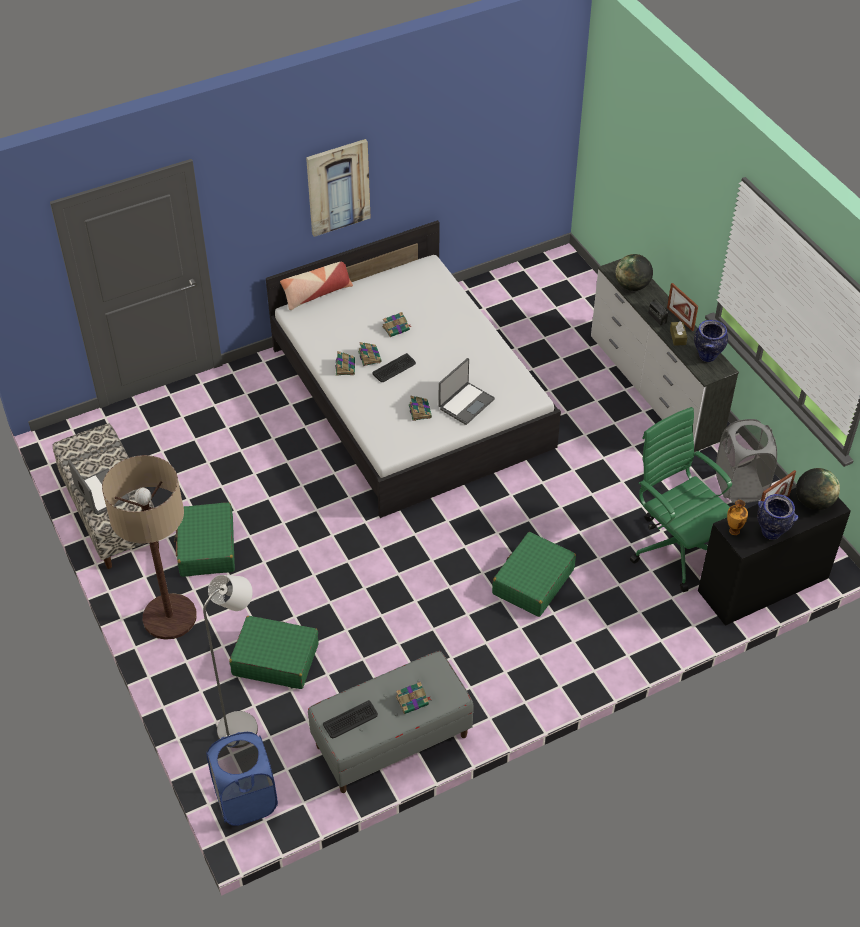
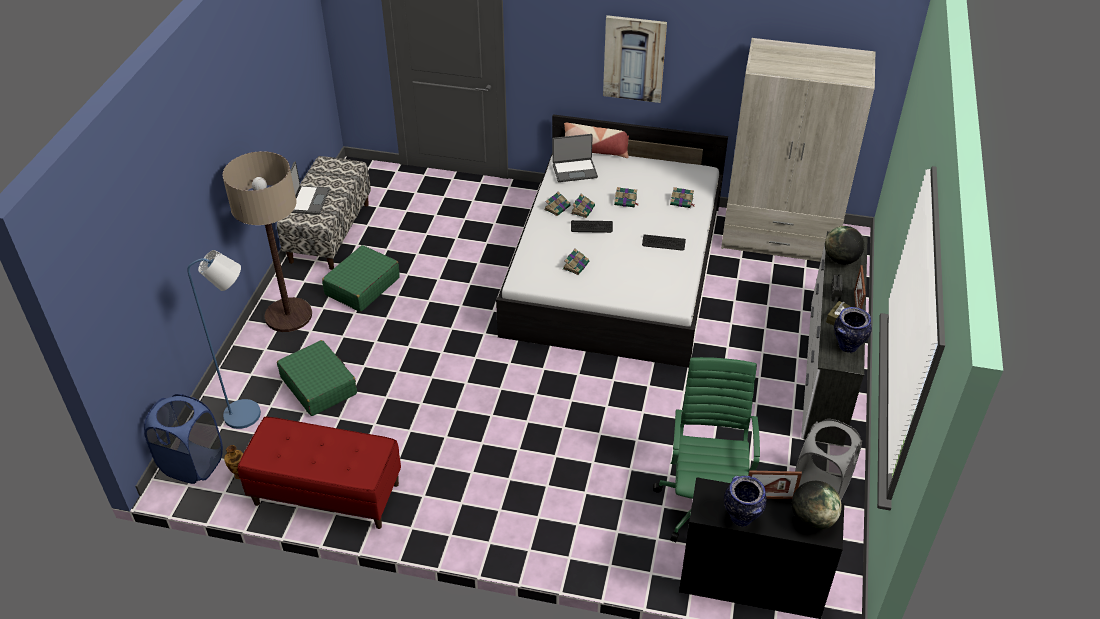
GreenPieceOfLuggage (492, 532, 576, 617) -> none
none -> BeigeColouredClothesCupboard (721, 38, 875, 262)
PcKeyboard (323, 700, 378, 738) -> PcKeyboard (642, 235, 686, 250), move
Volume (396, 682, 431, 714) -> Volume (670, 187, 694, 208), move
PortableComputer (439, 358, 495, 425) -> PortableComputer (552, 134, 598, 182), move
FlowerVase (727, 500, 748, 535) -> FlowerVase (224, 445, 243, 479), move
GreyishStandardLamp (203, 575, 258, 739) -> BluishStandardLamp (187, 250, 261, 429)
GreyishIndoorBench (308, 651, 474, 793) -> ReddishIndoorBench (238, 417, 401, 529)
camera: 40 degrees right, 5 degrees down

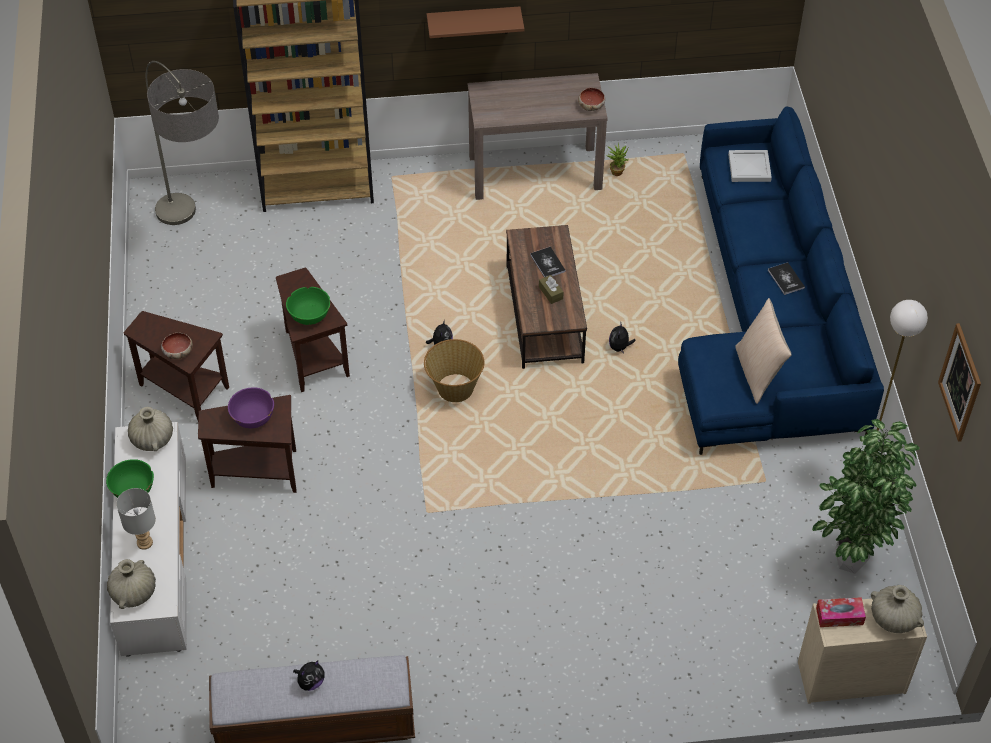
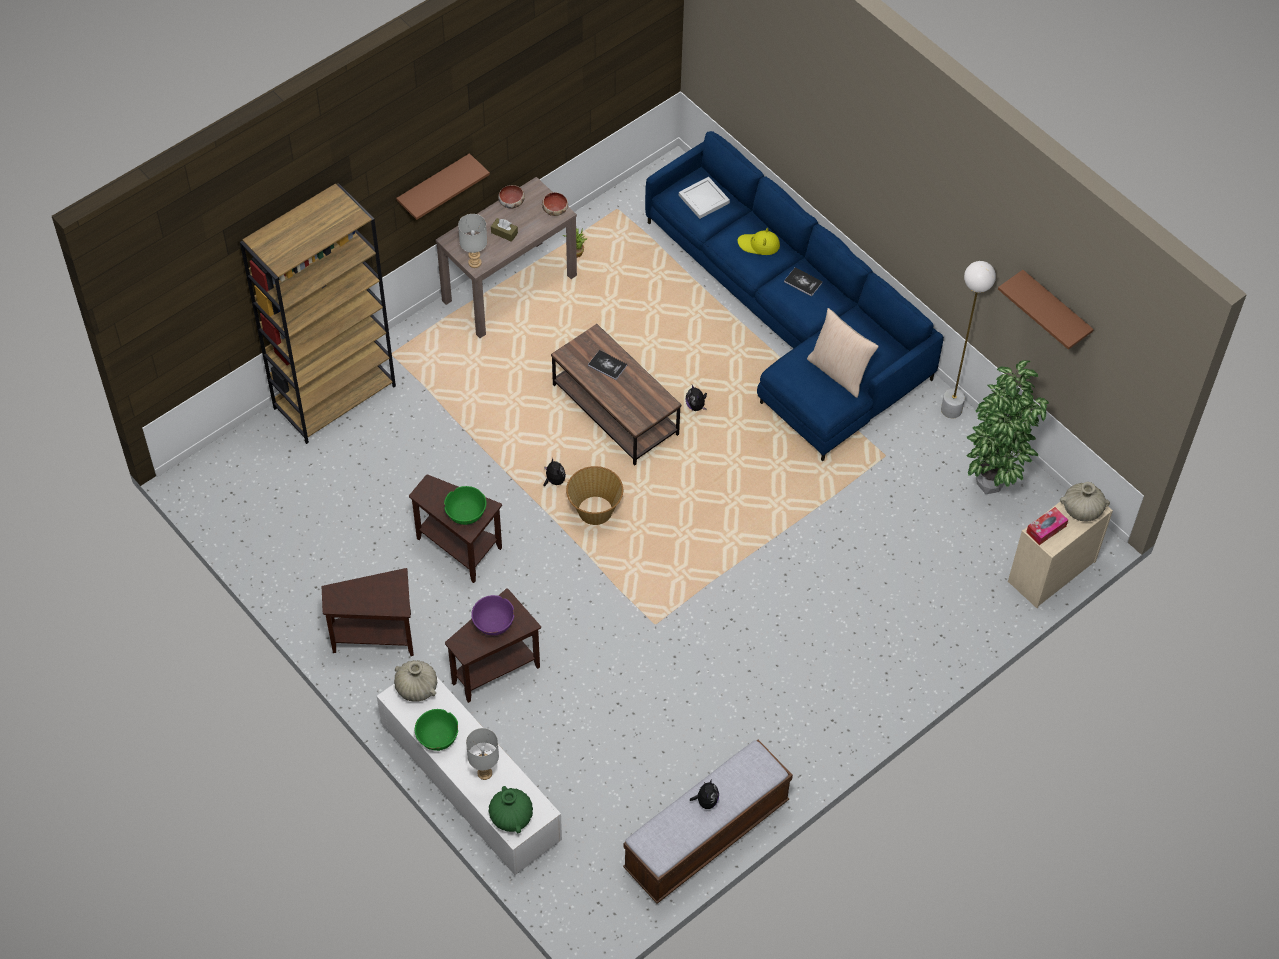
StandardLamp (146, 61, 219, 225) -> none
none -> GreyishLampForATable (458, 214, 487, 268)
none -> YellowColouredWearableHat (738, 228, 780, 255)
ServingBowl (161, 333, 193, 359) -> ServingBowl (498, 185, 525, 208), move
BrownBoxOfTissues (539, 275, 564, 304) -> BrownBoxOfTissues (491, 218, 518, 242), move
Picture (938, 323, 981, 442) -> BrownShelf (998, 270, 1094, 350)
BeigeColouredFlowerVase (107, 559, 156, 609) -> GreenFlowerVase (489, 786, 533, 833)
camera: 35 degrees left, 5 degrees up

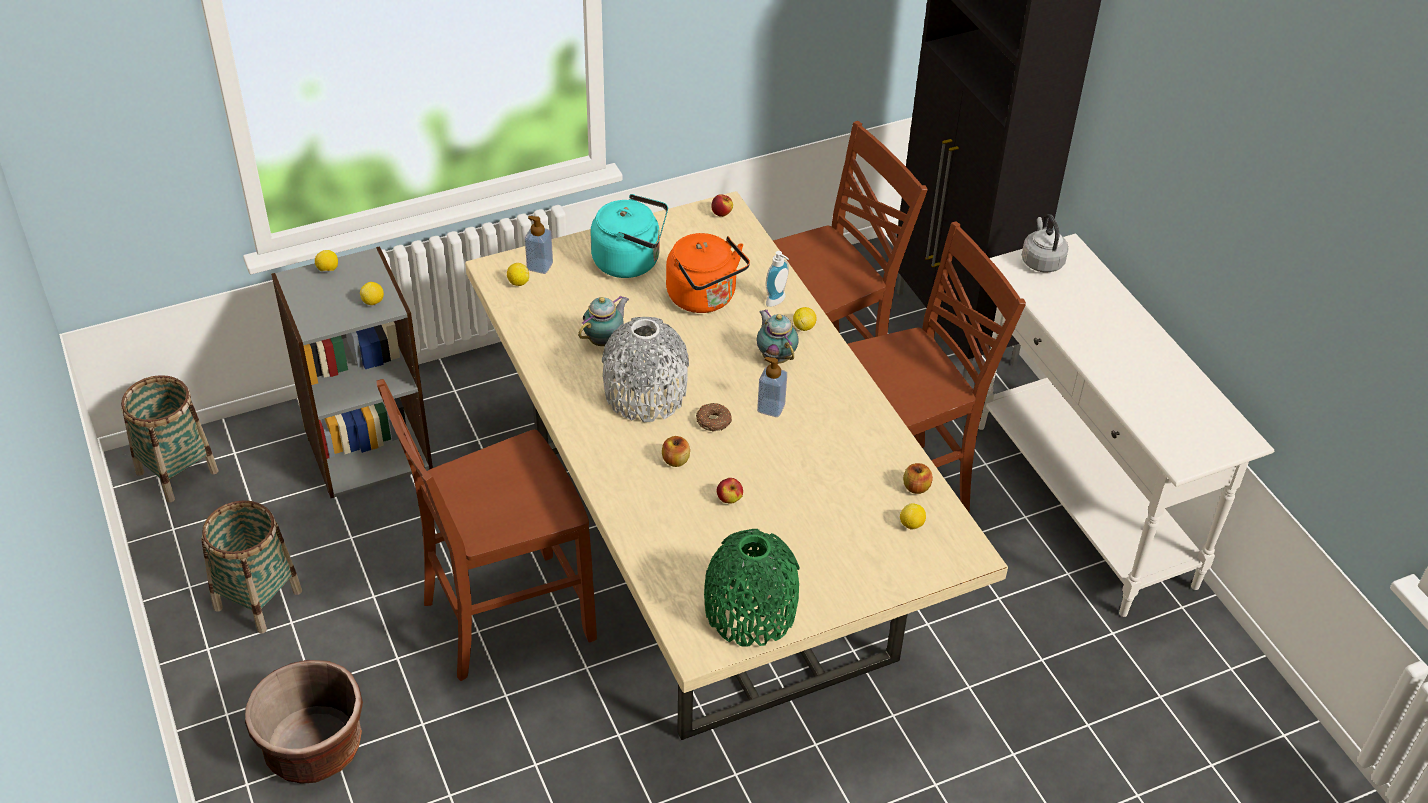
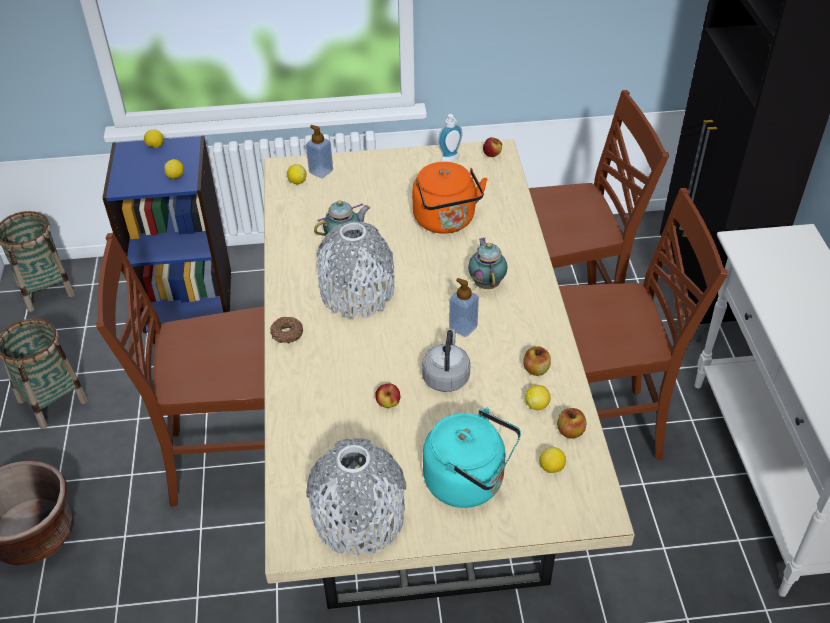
BlueGreenTeaKettle (591, 194, 668, 278) -> BlueGreenTeaKettle (423, 408, 521, 508), move
AppleFruit (662, 436, 690, 467) -> AppleFruit (524, 346, 551, 376), move
Donut (696, 403, 732, 432) -> Donut (270, 317, 303, 343), move
SoapBottle (765, 251, 789, 307) -> SoapBottle (438, 114, 463, 162), move
CitrusFruit (793, 307, 817, 331) -> CitrusFruit (525, 385, 551, 410), move
GreyishTeaKettle (1022, 214, 1068, 272) -> GreyishTeaKettle (422, 329, 470, 392), move
GreyishBookshelf (271, 246, 433, 498) -> BluishBookshelf (102, 136, 231, 333)
GreenFlowerVase (704, 529, 800, 647) -> GreyishFlowerVase (306, 438, 406, 556)
camera: 20 degrees right, 0 degrees up

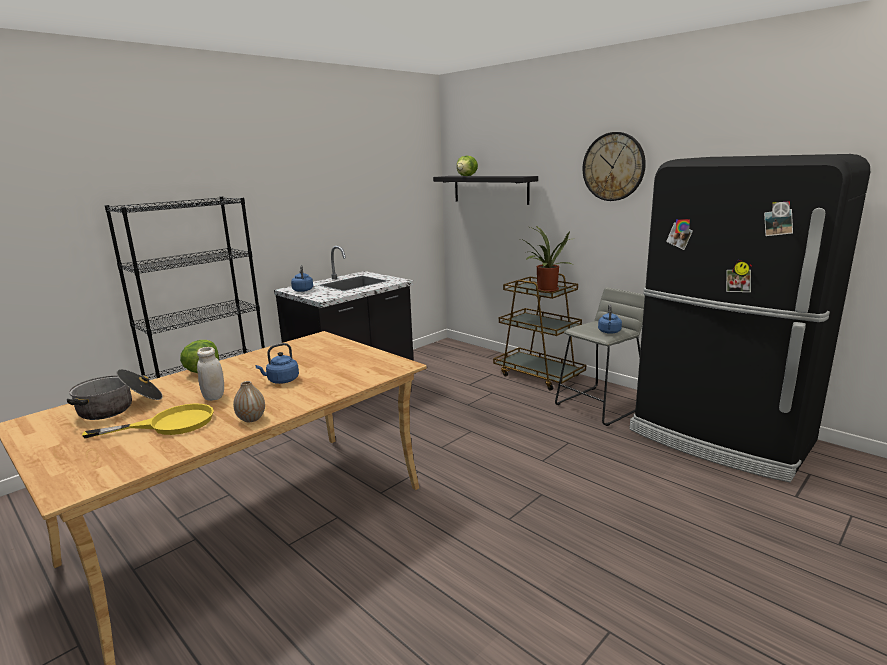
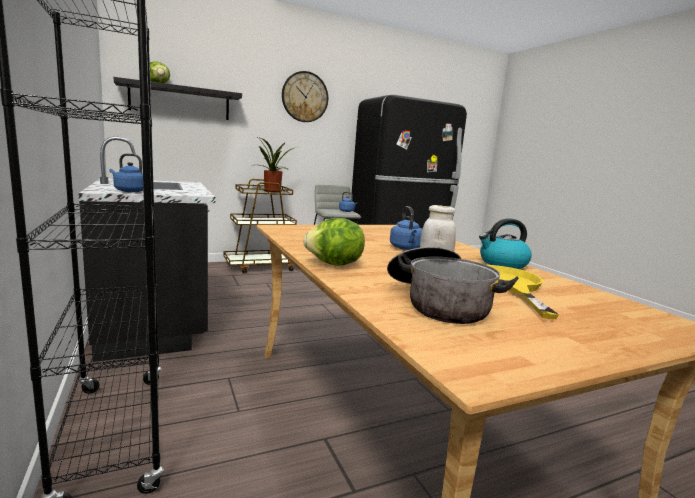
FlowerVase (233, 381, 265, 422) -> TeaKettle (479, 218, 532, 269)
camera: 70 degrees left, 5 degrees down

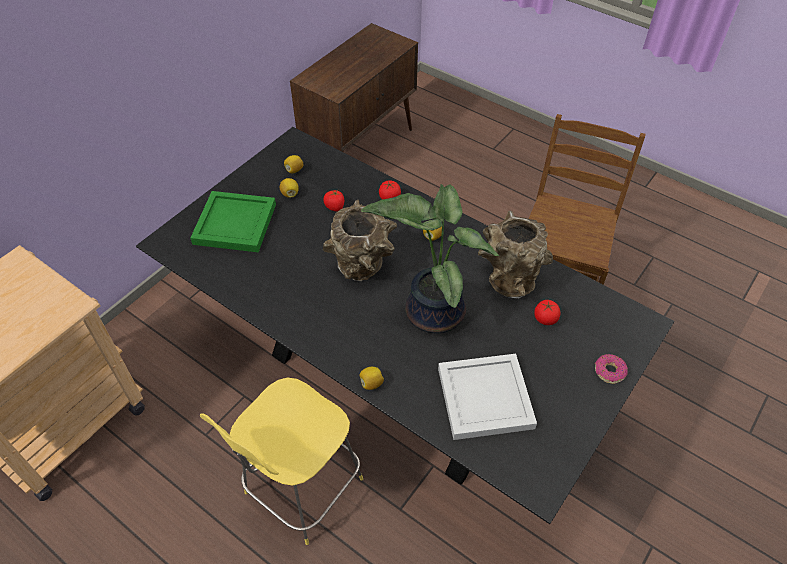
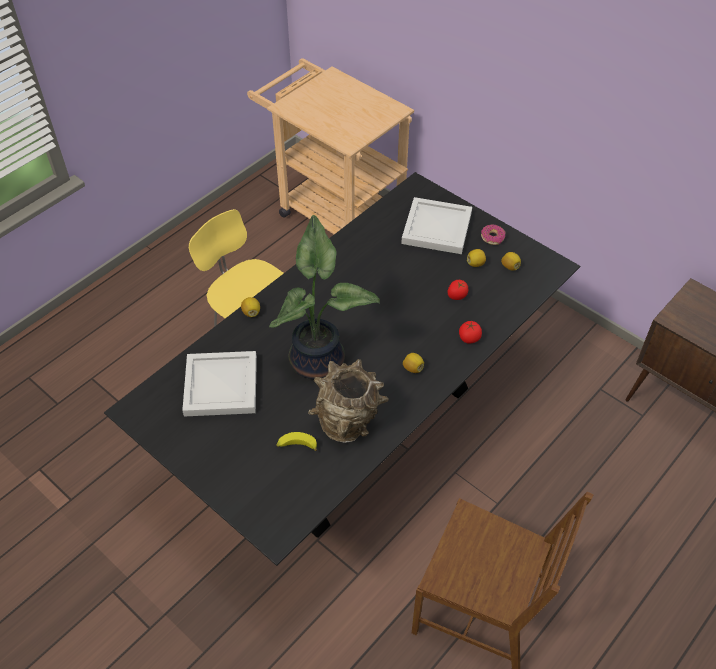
BrownFlowerVase (323, 200, 397, 281) -> none
Donut (595, 354, 628, 384) -> Donut (481, 225, 505, 245), move
Tomato (534, 300, 560, 325) -> BananaFruit (276, 432, 317, 451)
GreenTray (190, 191, 276, 253) -> WhitishTray (401, 197, 472, 254)
camera: 95 degrees right, 0 degrees up

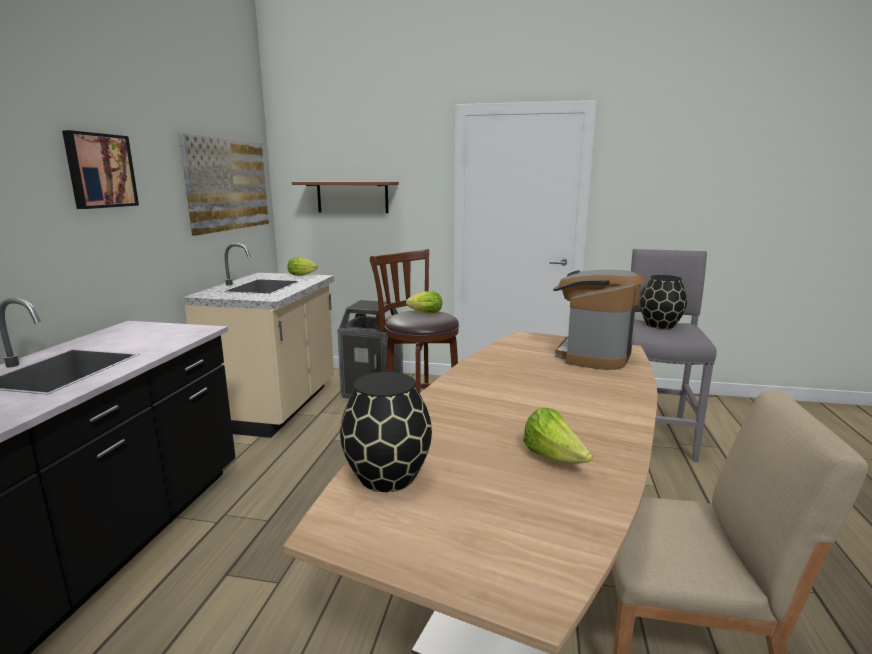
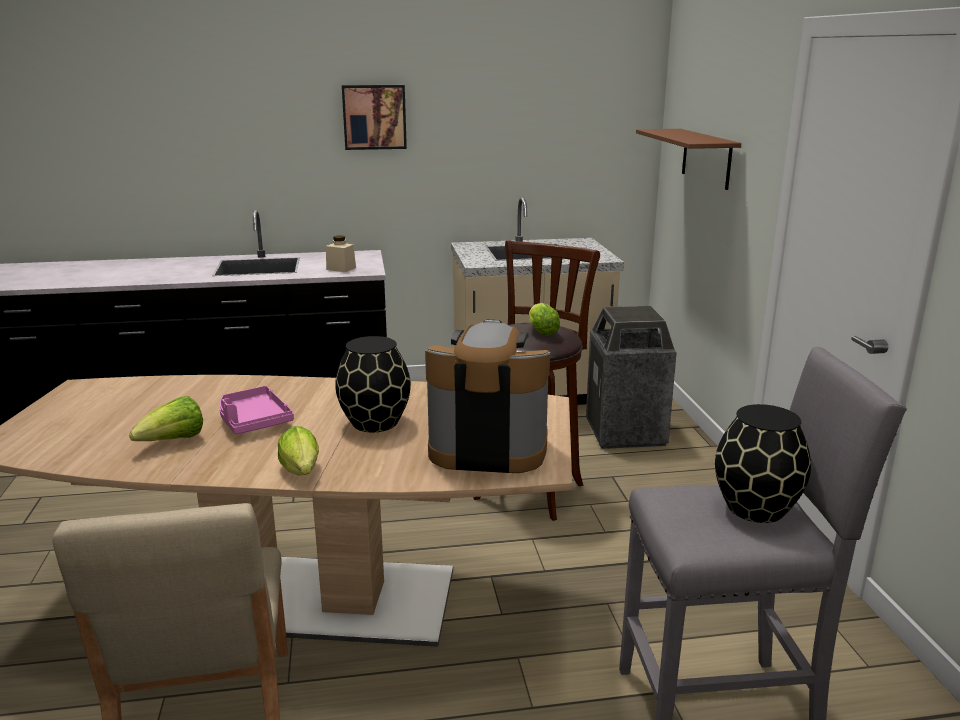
Picture (179, 133, 269, 236) -> none
none -> PinkColouredTray (219, 386, 294, 434)
none -> BeigeColouredStorageJar (326, 235, 356, 272)
LettuceHead (288, 257, 318, 276) -> LettuceHead (278, 426, 319, 475), move
BlackishFlowerVase (340, 372, 432, 492) -> BlackishFlowerVase (335, 336, 411, 432), move
camera: 70 degrees right, 5 degrees up

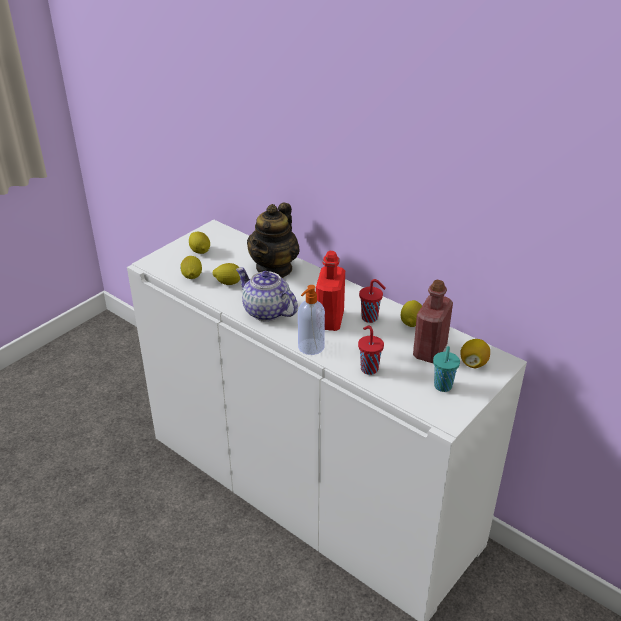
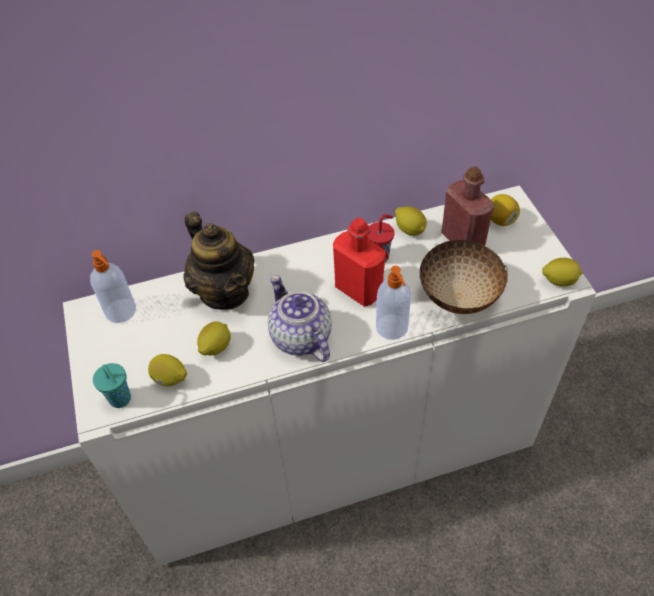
none -> SoapBottle (90, 250, 136, 323)
CitrusFruit (189, 232, 210, 254) -> CitrusFruit (542, 258, 583, 286), move
BlueGreenCup (433, 346, 460, 392) -> BlueGreenCup (93, 363, 131, 408), move
ReddishCup (358, 325, 384, 375) -> ServingBowl (420, 240, 508, 314)
TeaPot (236, 267, 298, 321) -> TeaPot (268, 275, 332, 362), 75 degrees clockwise
camera: 55 degrees left, 15 degrees up

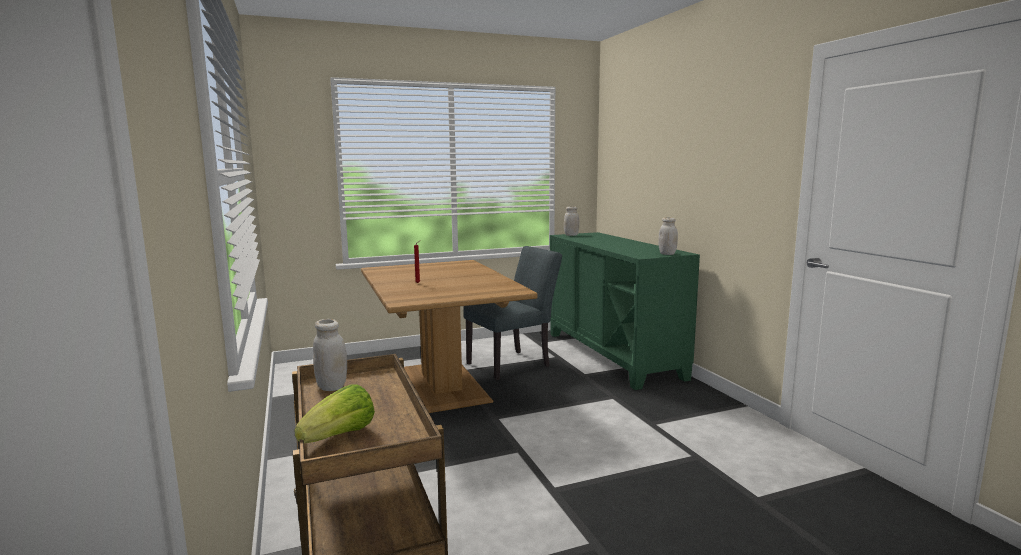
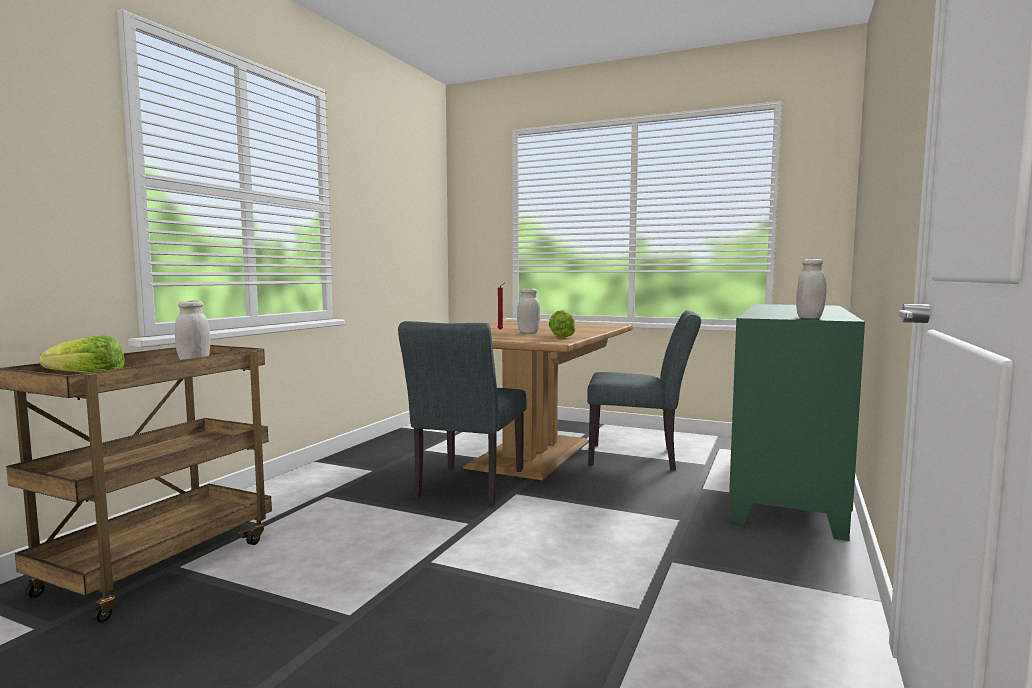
none -> GreyishChair (398, 321, 527, 506)
none -> LettuceHead (549, 310, 575, 338)
WhitishStorageJar (564, 206, 579, 236) -> WhitishStorageJar (517, 289, 540, 333), move
camera: 45 degrees right, 5 degrees down

